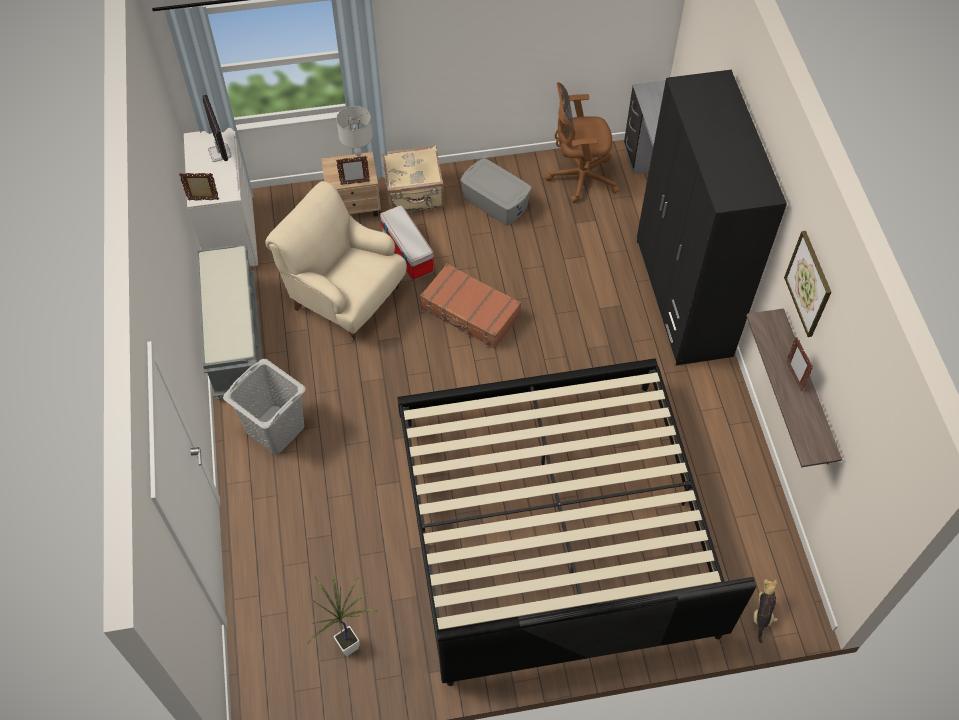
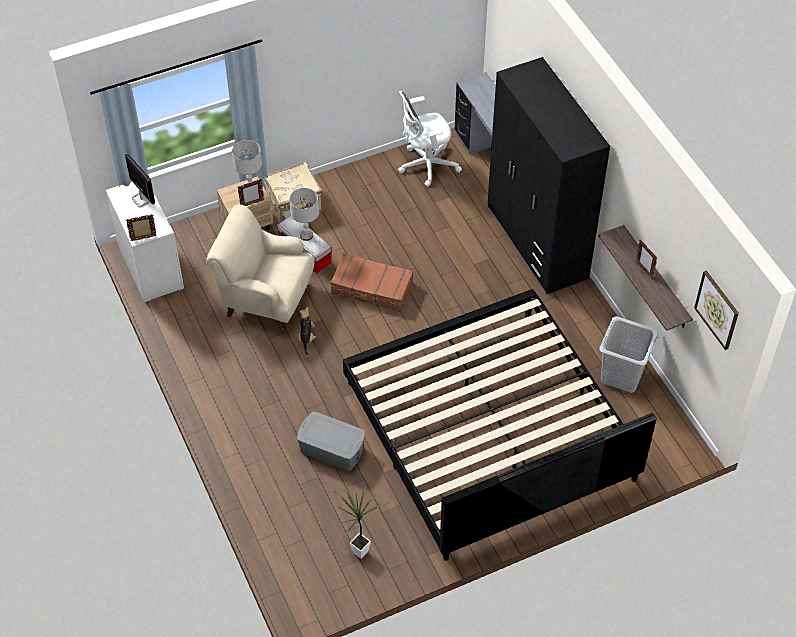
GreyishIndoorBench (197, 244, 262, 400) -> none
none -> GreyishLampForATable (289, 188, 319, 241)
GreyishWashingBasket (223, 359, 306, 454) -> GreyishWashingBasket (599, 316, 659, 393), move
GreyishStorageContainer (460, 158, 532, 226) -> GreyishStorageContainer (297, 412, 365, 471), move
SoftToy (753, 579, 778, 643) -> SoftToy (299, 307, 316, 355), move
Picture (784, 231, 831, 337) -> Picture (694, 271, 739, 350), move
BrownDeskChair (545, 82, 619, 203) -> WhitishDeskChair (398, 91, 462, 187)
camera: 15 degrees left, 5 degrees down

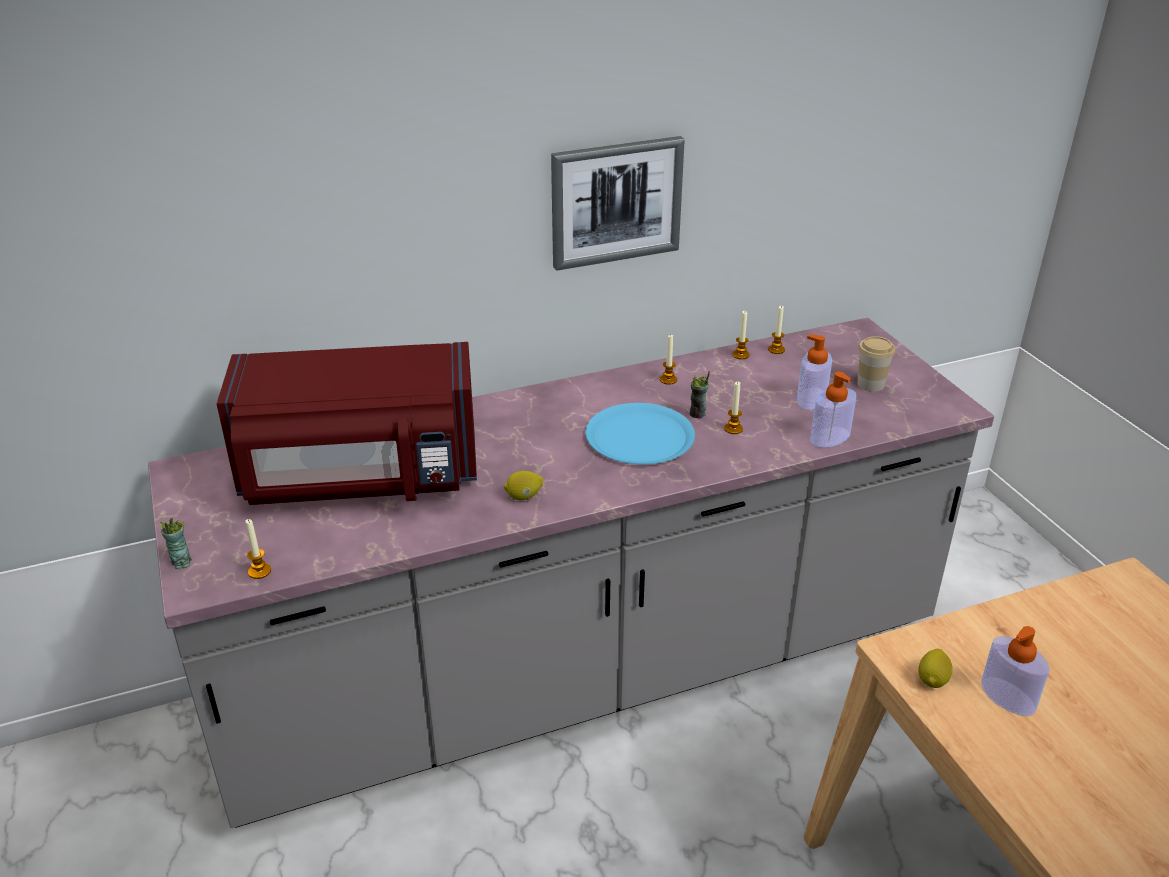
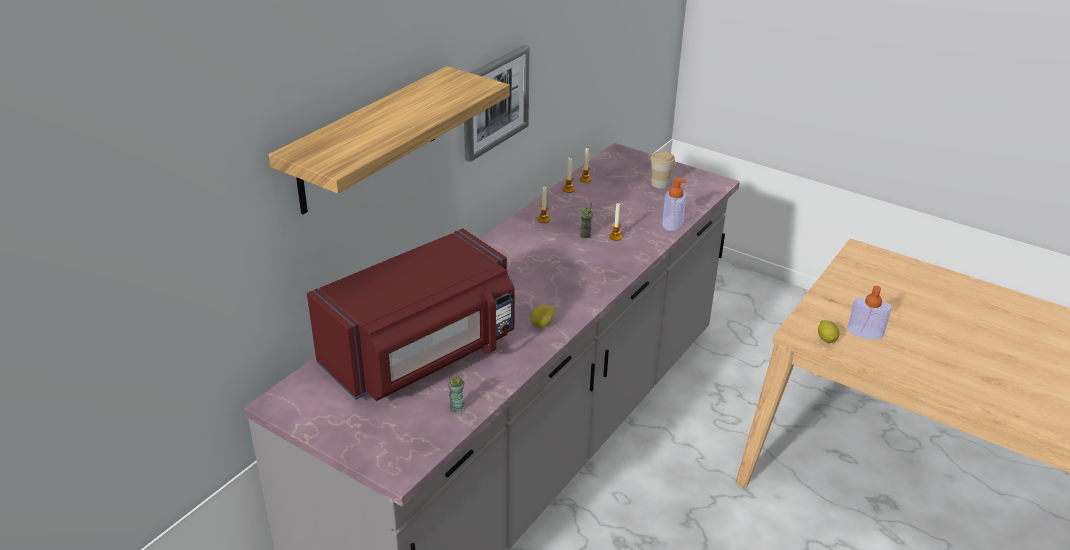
Candle (245, 519, 271, 579) -> none
BluishFlatDish (585, 403, 695, 465) -> none
SoapBottle (797, 334, 832, 410) -> none
none -> Shelf (269, 66, 510, 214)
Cup (160, 518, 192, 569) -> Cup (448, 375, 465, 413), move
camera: 35 degrees left, 0 degrees up

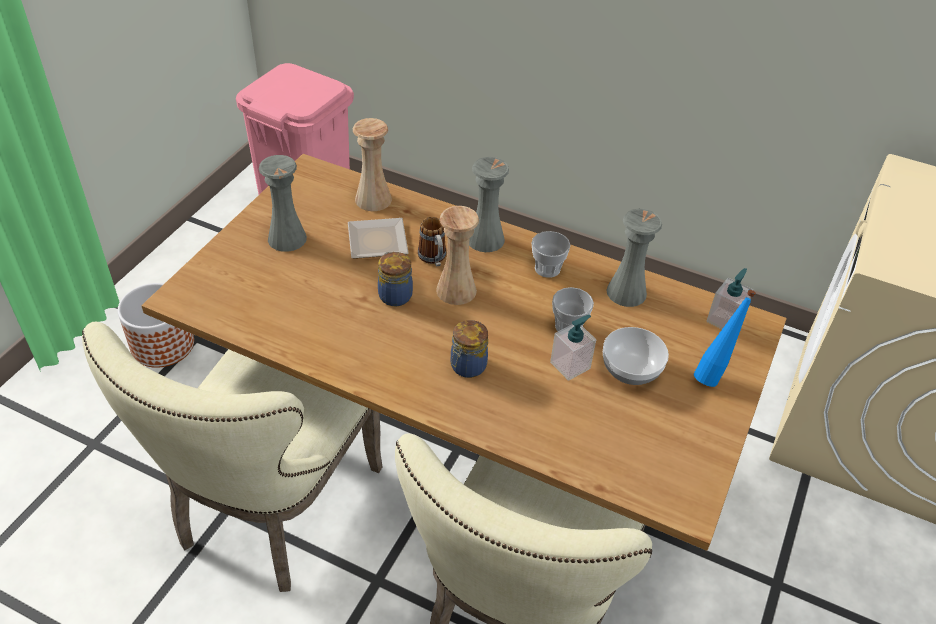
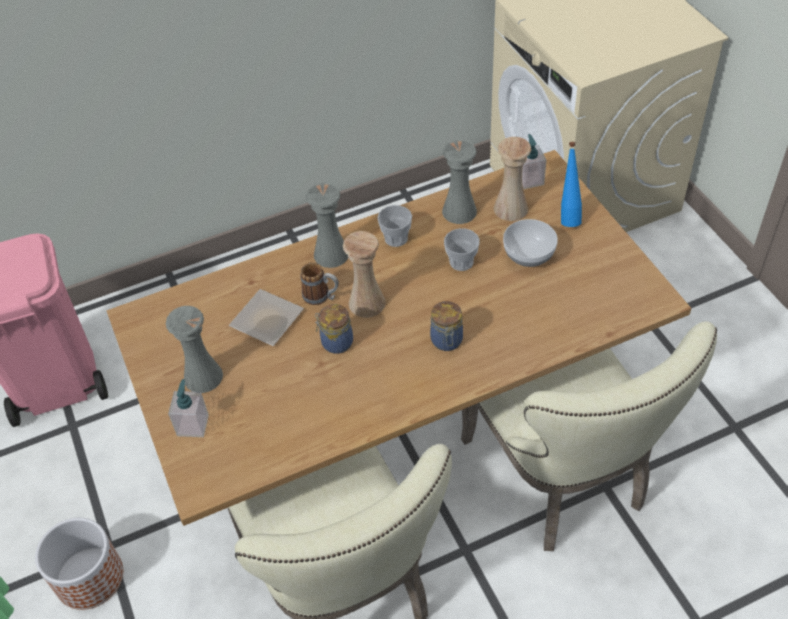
BeigeColouredFlowerVase (353, 118, 392, 211) -> BeigeColouredFlowerVase (494, 137, 531, 221), move
SoapBottle (550, 315, 596, 381) -> SoapBottle (168, 379, 209, 437), move
camera: 45 degrees left, 5 degrees up

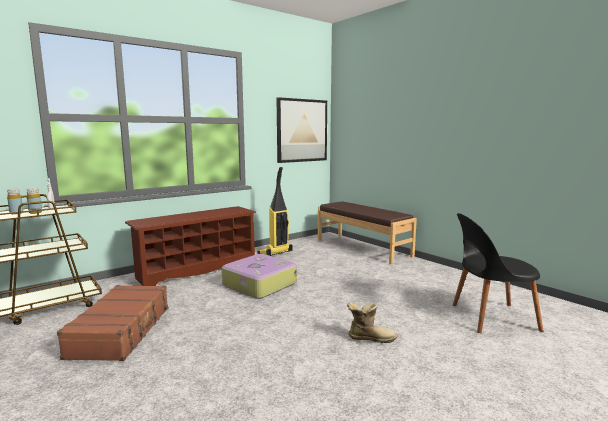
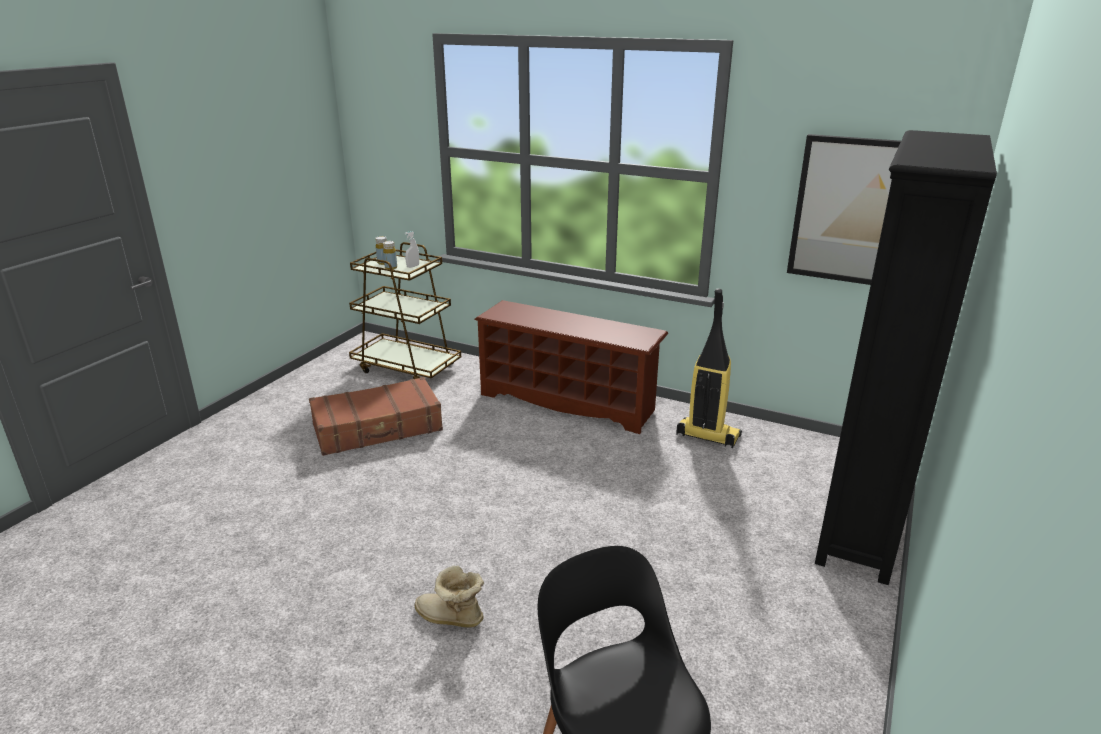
PieceOfLuggage (222, 254, 297, 299) -> none
BrownIndoorBench (318, 201, 417, 264) -> BlackishBookshelf (815, 130, 997, 585)
Boot (347, 303, 397, 343) -> Boot (415, 565, 484, 628), 135 degrees clockwise
camera: 65 degrees right, 15 degrees up

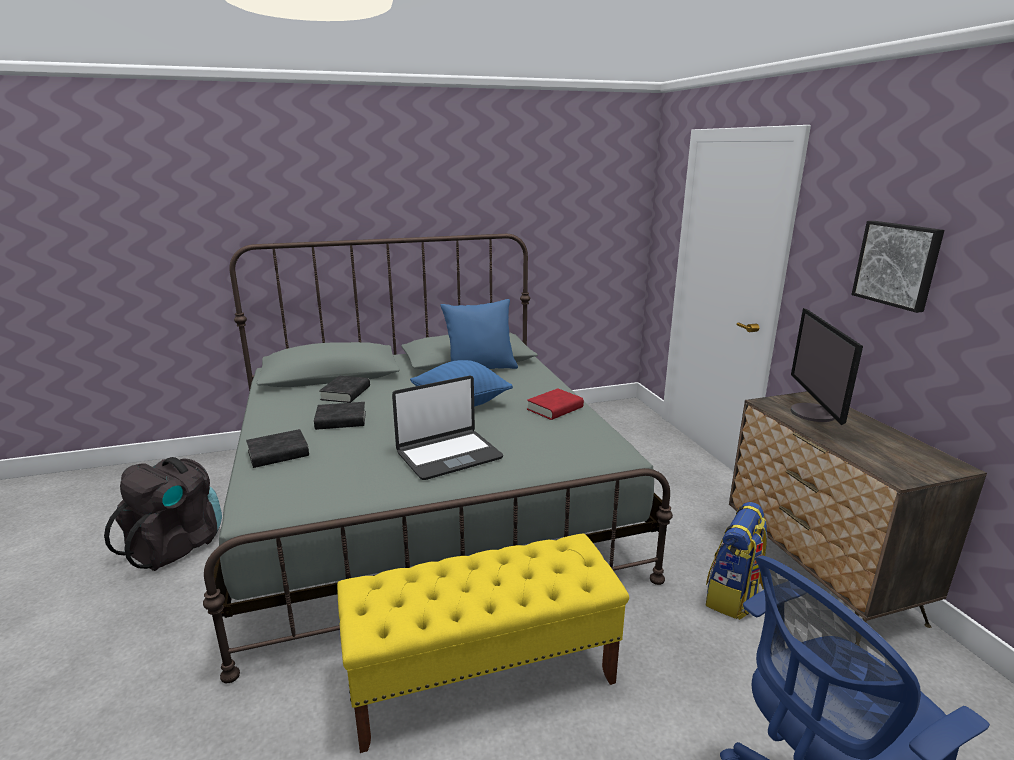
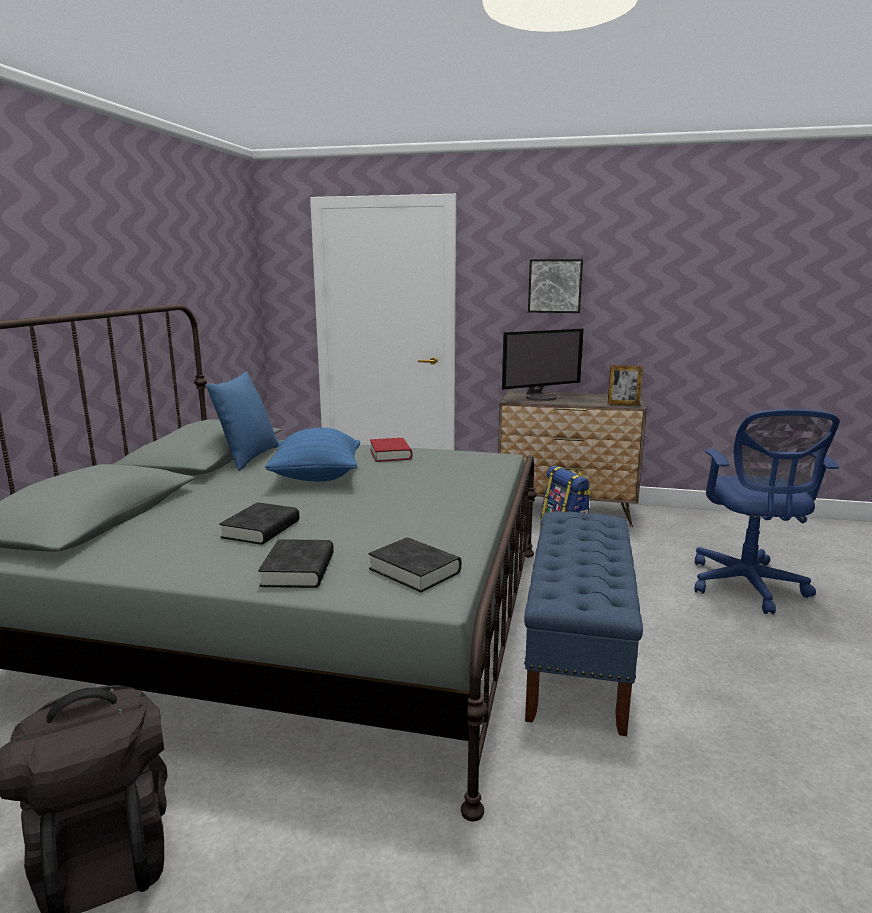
PortableComputer (392, 376, 503, 480) -> none
none -> StandingFrame (608, 365, 643, 406)
BlackishVolume (319, 376, 370, 403) -> BlackishVolume (368, 537, 461, 592), move
YellowColouredIndoorBench (337, 534, 629, 753) -> BluishIndoorBench (524, 511, 643, 736)
ComputerDisplay (791, 308, 863, 425) -> ComputerDisplay (502, 329, 584, 401), 60 degrees counterclockwise
camera: 60 degrees left, 5 degrees down

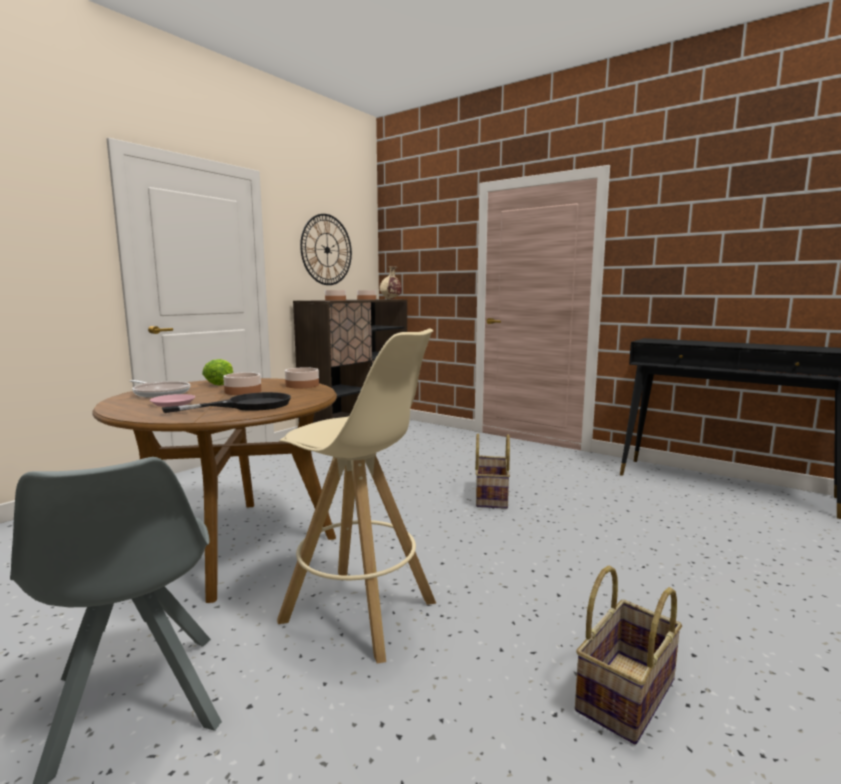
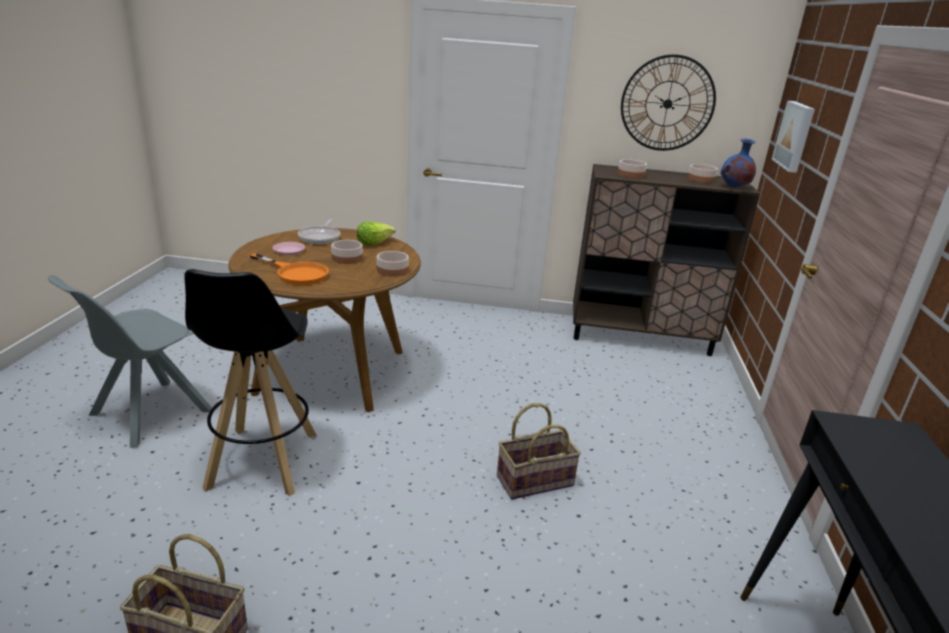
none -> Picture (772, 101, 815, 173)
BlackishSkillet (162, 392, 291, 413) -> OrangeColouredSkillet (250, 253, 329, 285)
BeigeColouredStool (277, 328, 436, 664) -> BlackishStool (184, 269, 316, 496)
BeigeColouredFlowerVase (379, 266, 402, 300) -> BluishFlowerVase (720, 138, 756, 187)
camera: 60 degrees right, 15 degrees up

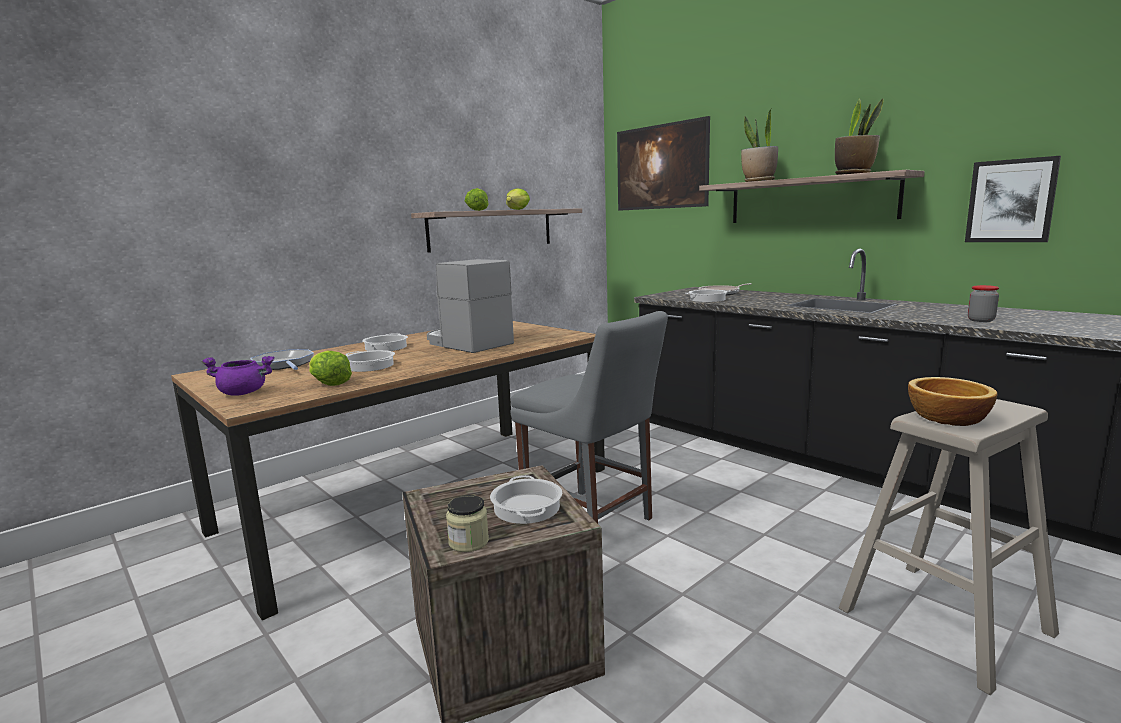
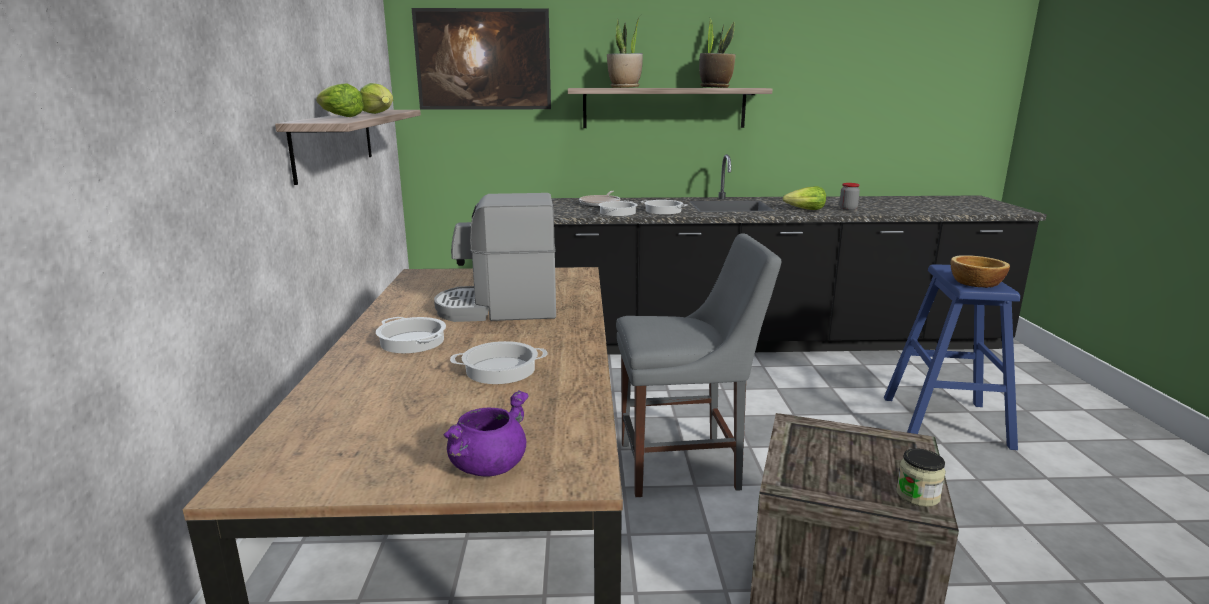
Skillet (250, 349, 314, 370) -> none
Picture (965, 156, 1061, 242) -> none
LettuceHead (309, 351, 352, 386) -> LettuceHead (783, 186, 826, 210), move
CookingPot (490, 475, 562, 524) -> CookingPot (641, 200, 688, 214), move
BeigeColouredStool (839, 399, 1059, 695) -> BluishStool (884, 264, 1020, 450)
camera: 50 degrees left, 5 degrees up

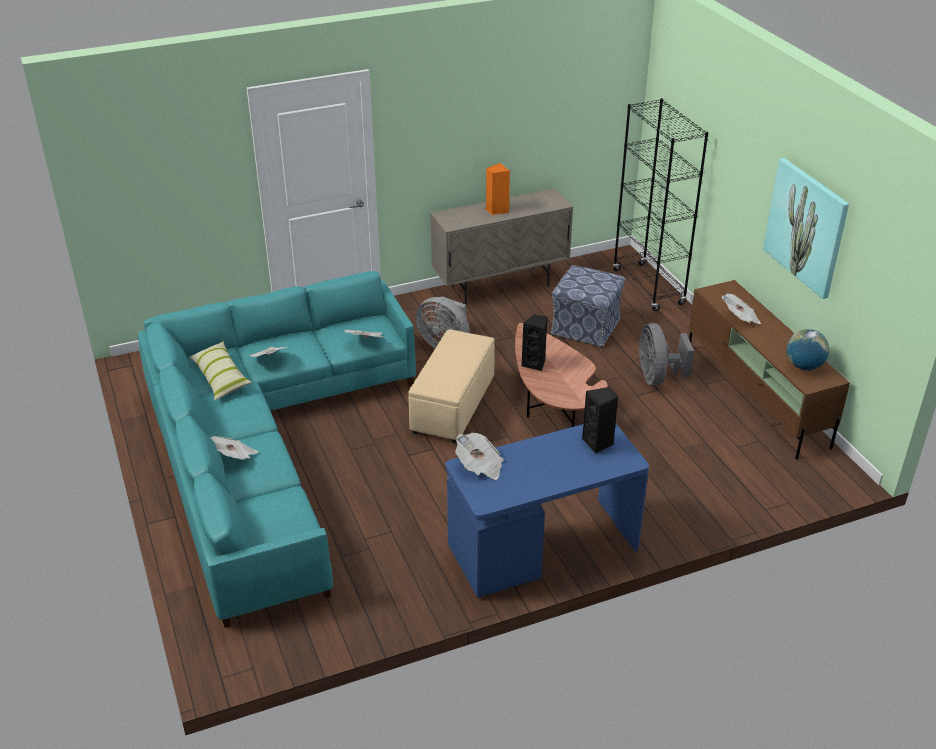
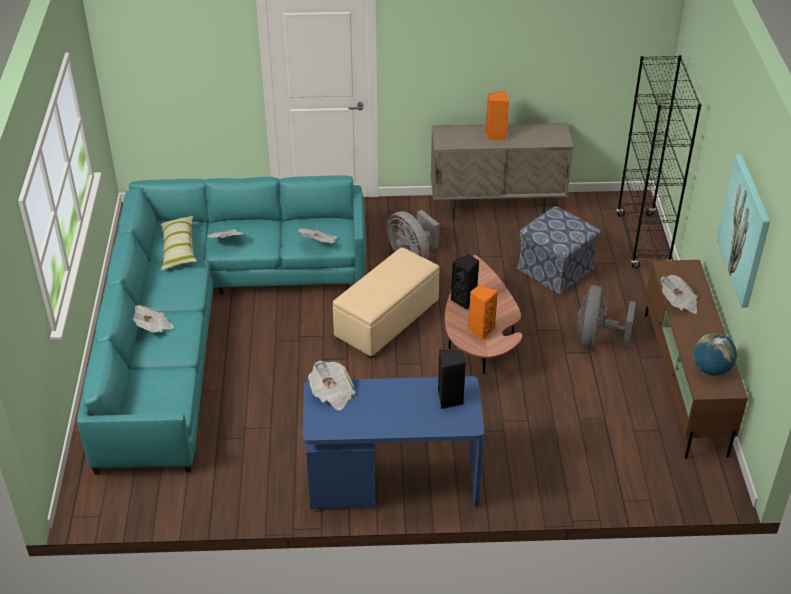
none -> OrangeColouredLoudspeaker (468, 285, 498, 341)
camera: 20 degrees right, 5 degrees up

